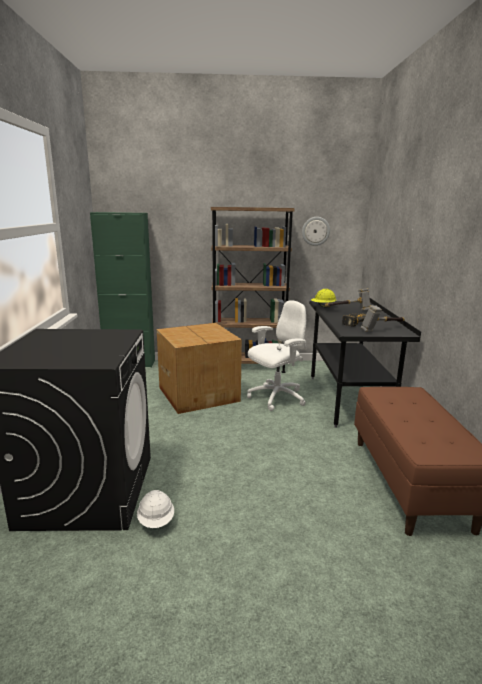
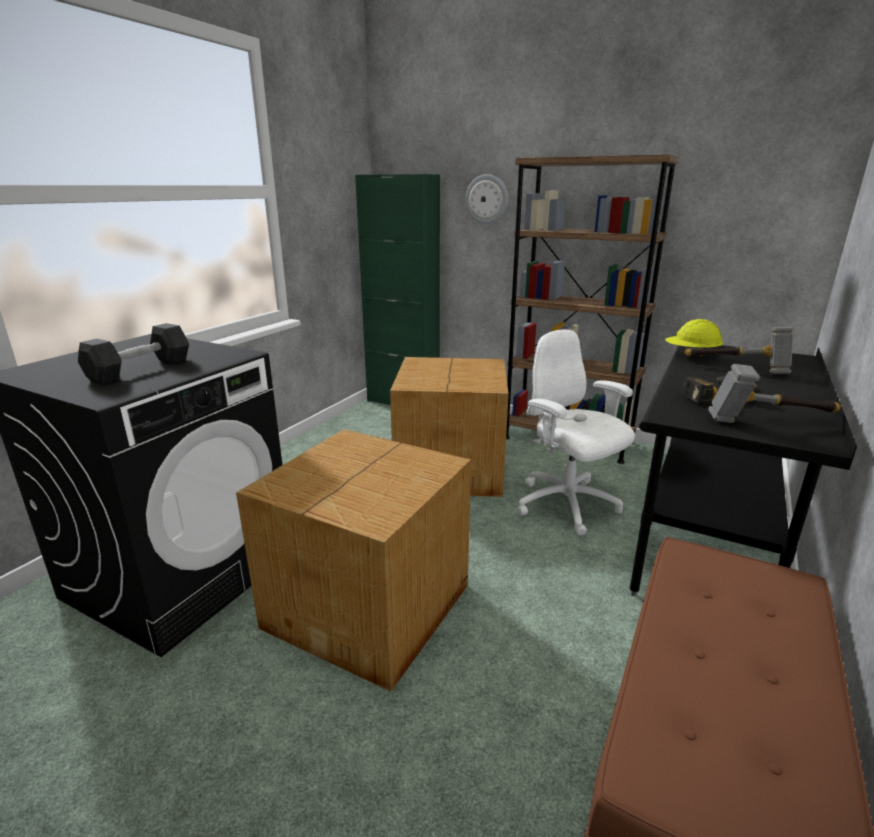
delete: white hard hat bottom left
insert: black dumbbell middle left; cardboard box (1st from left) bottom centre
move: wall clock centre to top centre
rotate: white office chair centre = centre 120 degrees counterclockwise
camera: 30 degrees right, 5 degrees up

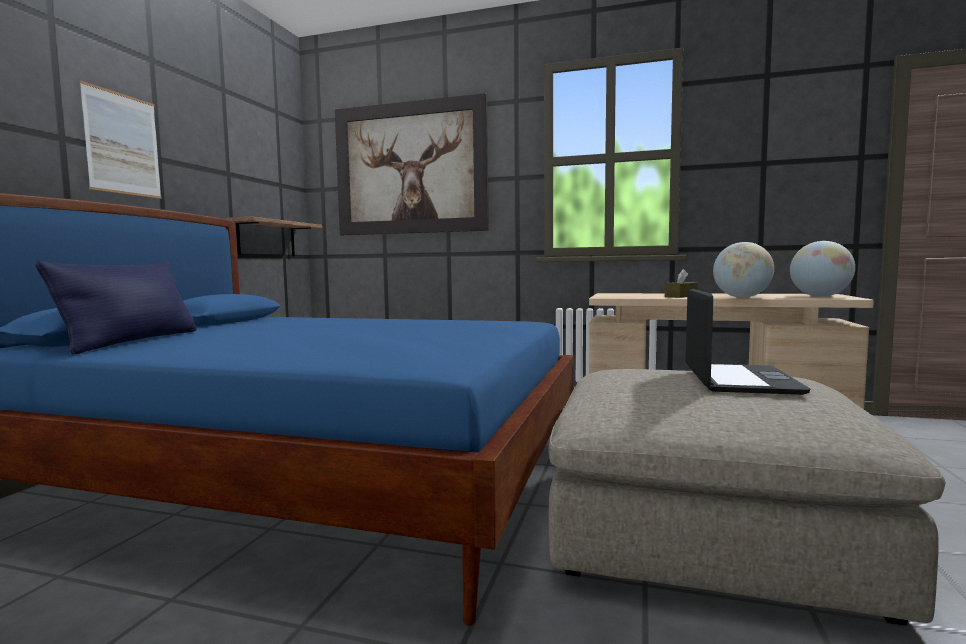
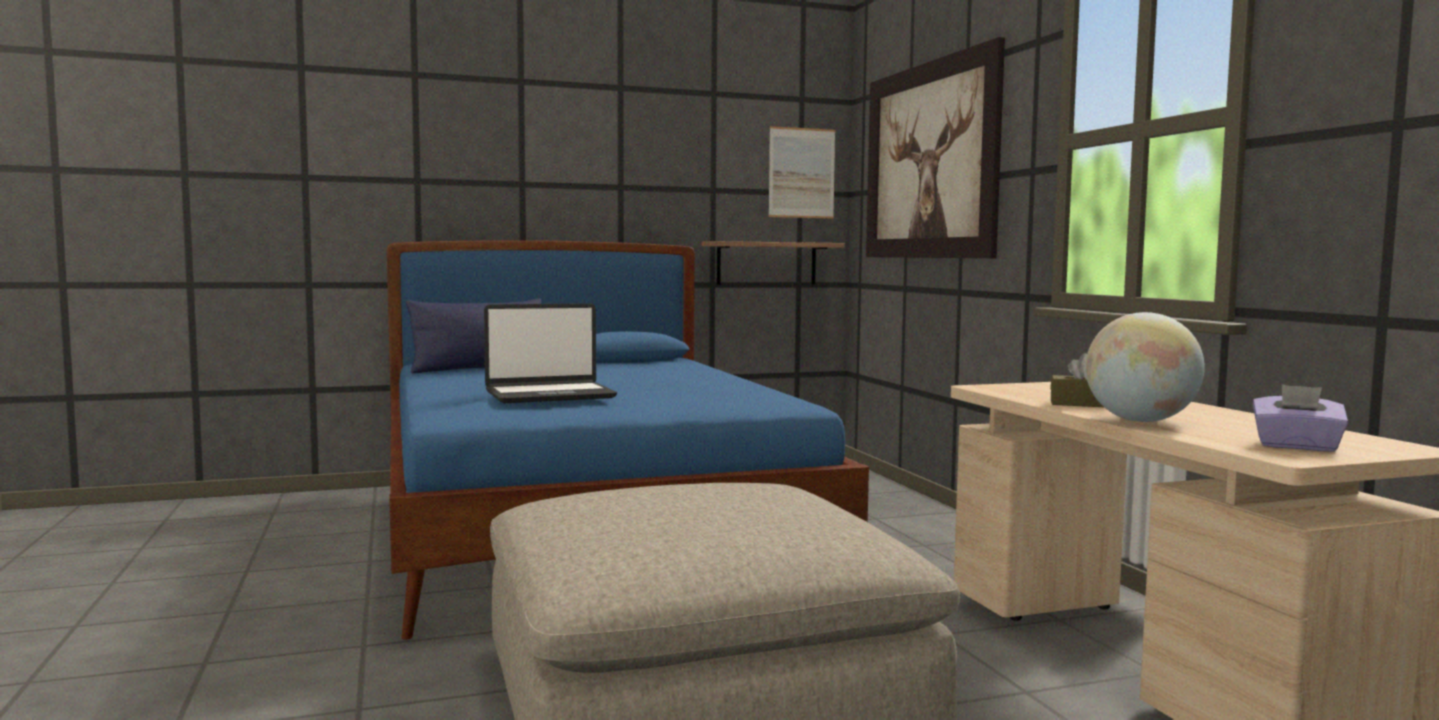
move: laptop middle right to centre; picture (1st from left) top left to top centre
replace: globe (2nd from left) middle right to purple tissue box middle right
camera: 55 degrees right, 0 degrees up

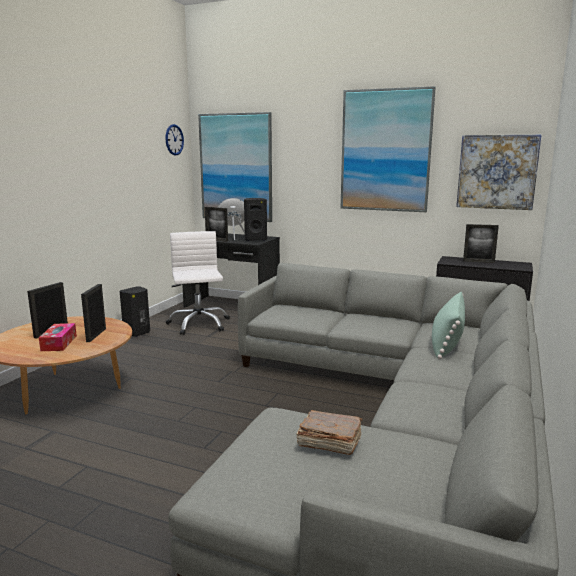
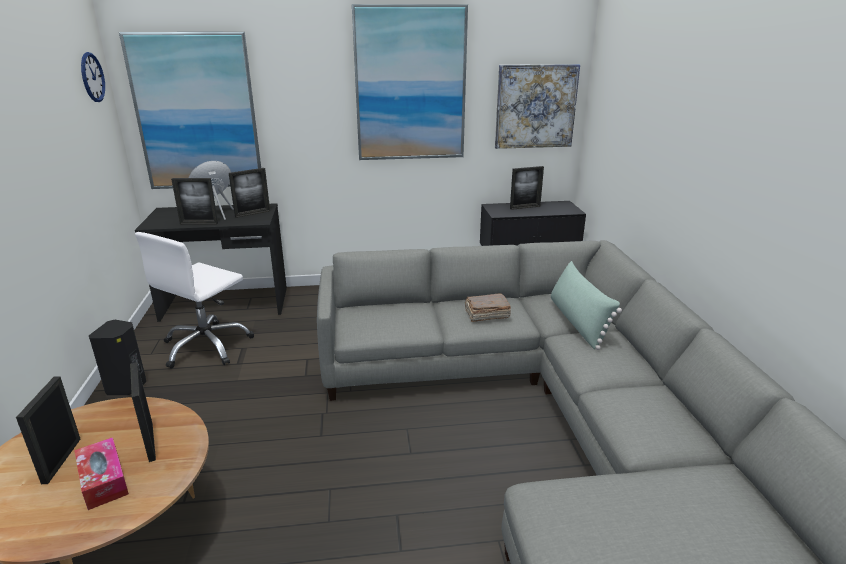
move: brown book bottom centre to centre
replace: black speaker (2nd from left) centre to picture frame (4th from left) middle left
rotate: white office chair centre = middle left 105 degrees counterclockwise
camera: 30 degrees left, 10 degrees up

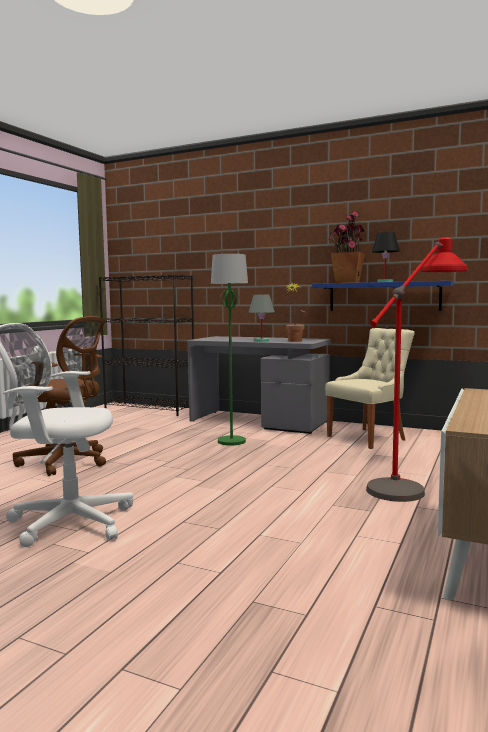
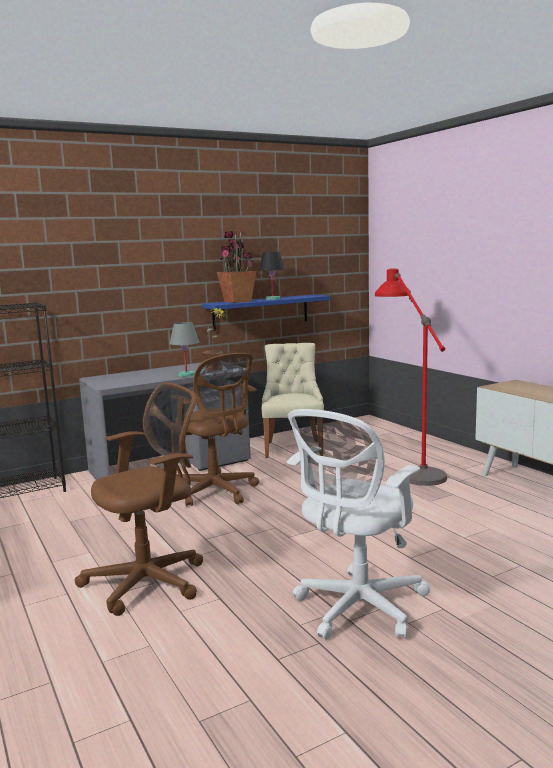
replace: green floor lamp centre to brown office chair (2nd from left) centre
camera: 55 degrees left, 5 degrees up

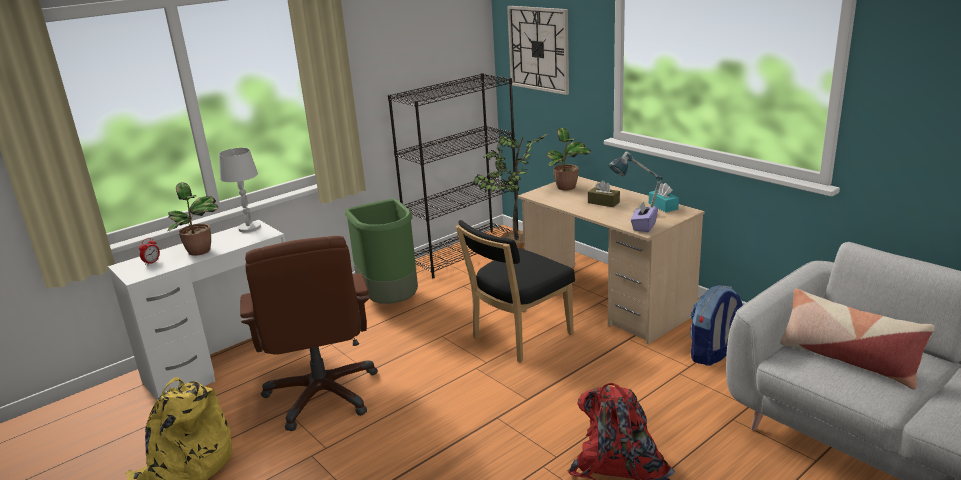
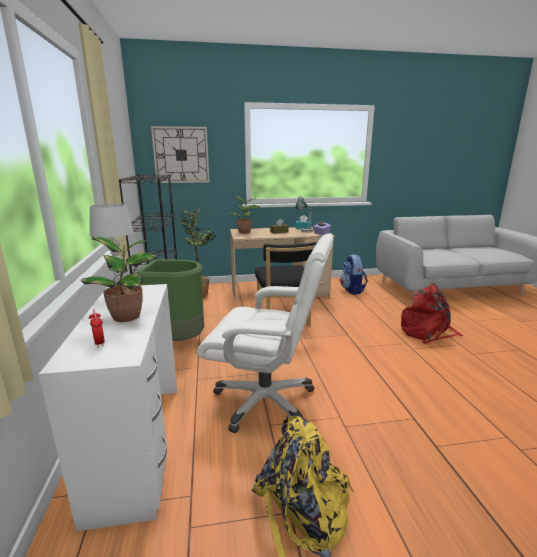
delete: pillow bottom right
recolor: brown office chair bottom left to white office chair centre
camera: 60 degrees left, 5 degrees down

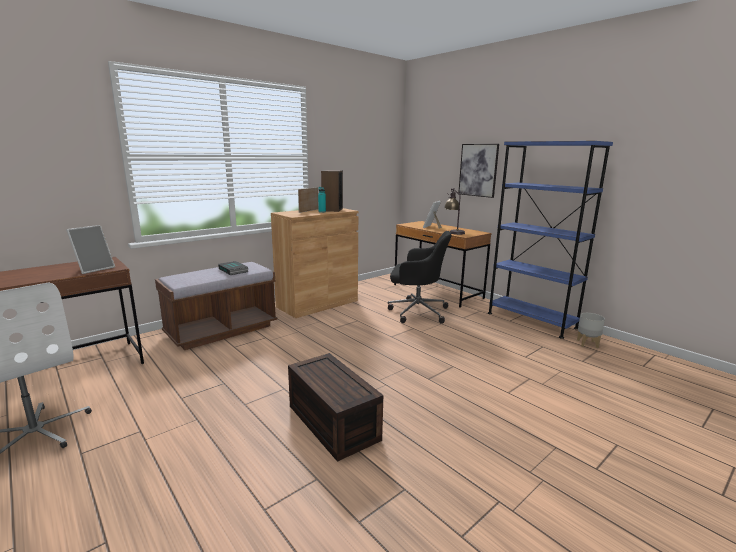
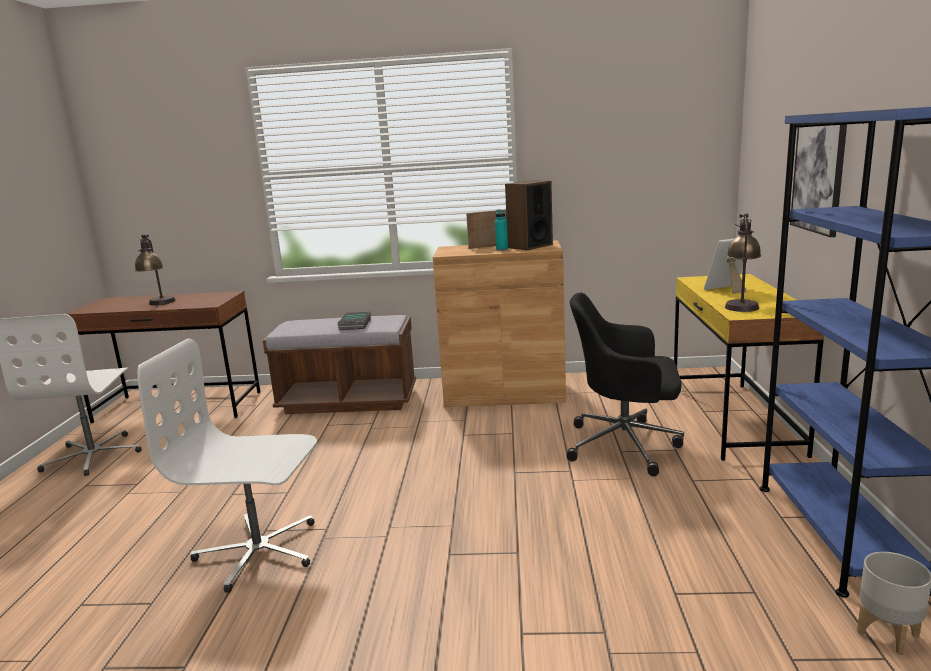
delete: picture frame (1st from left) middle left
insert: table lamp (1st from left) middle left
replace: brown storage box bottom centre to white office chair (2nd from left) bottom left
recolor: brown desk (2nd from left) centre to yellow desk middle right
rotate: black office chair centre = middle right 135 degrees clockwise
camera: 45 degrees right, 0 degrees up

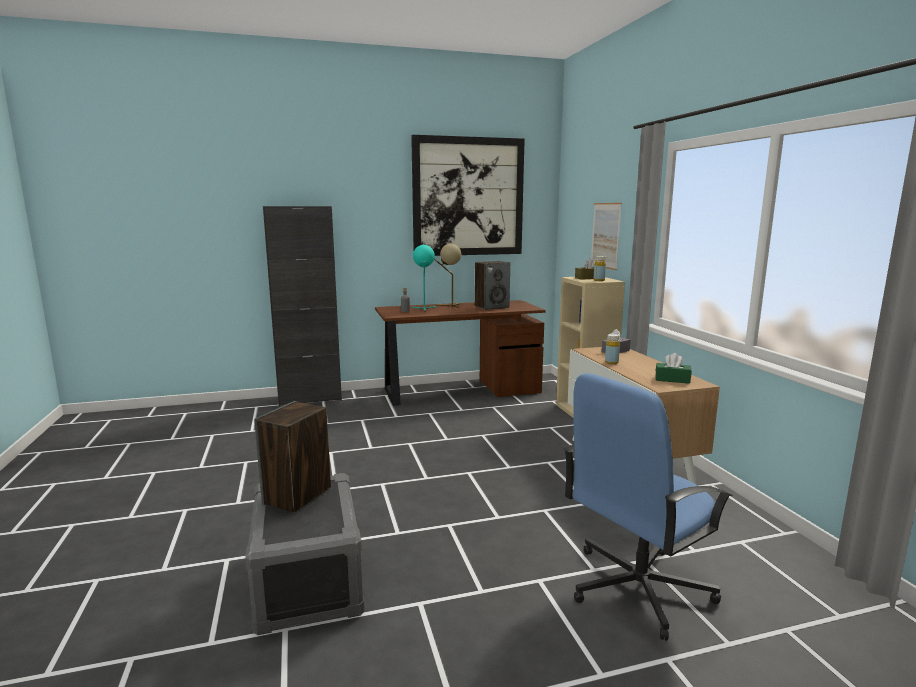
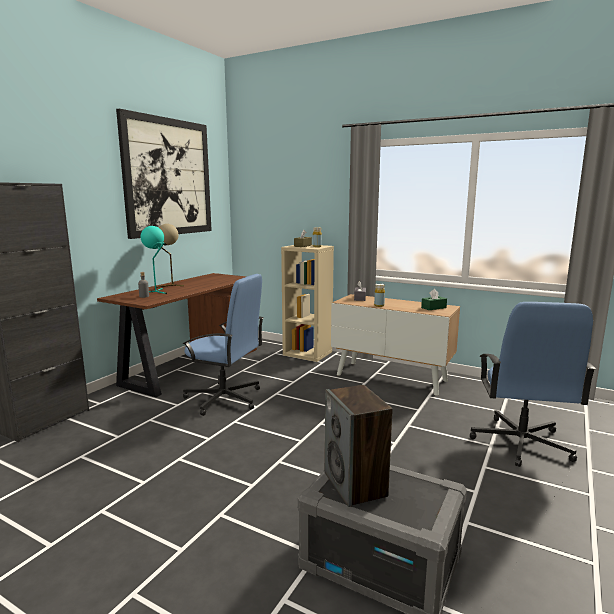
delete: speaker (2nd from left) centre; picture (2nd from left) centre
insert: blue office chair (1st from left) centre
camera: 45 degrees left, 0 degrees up

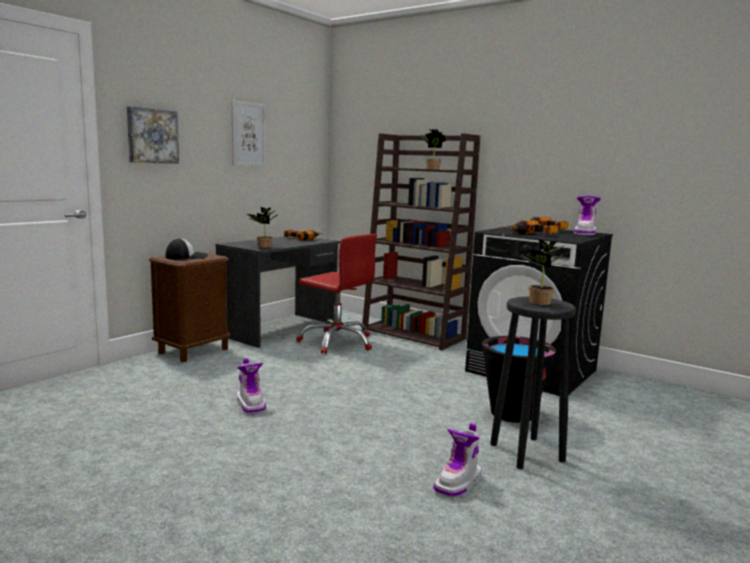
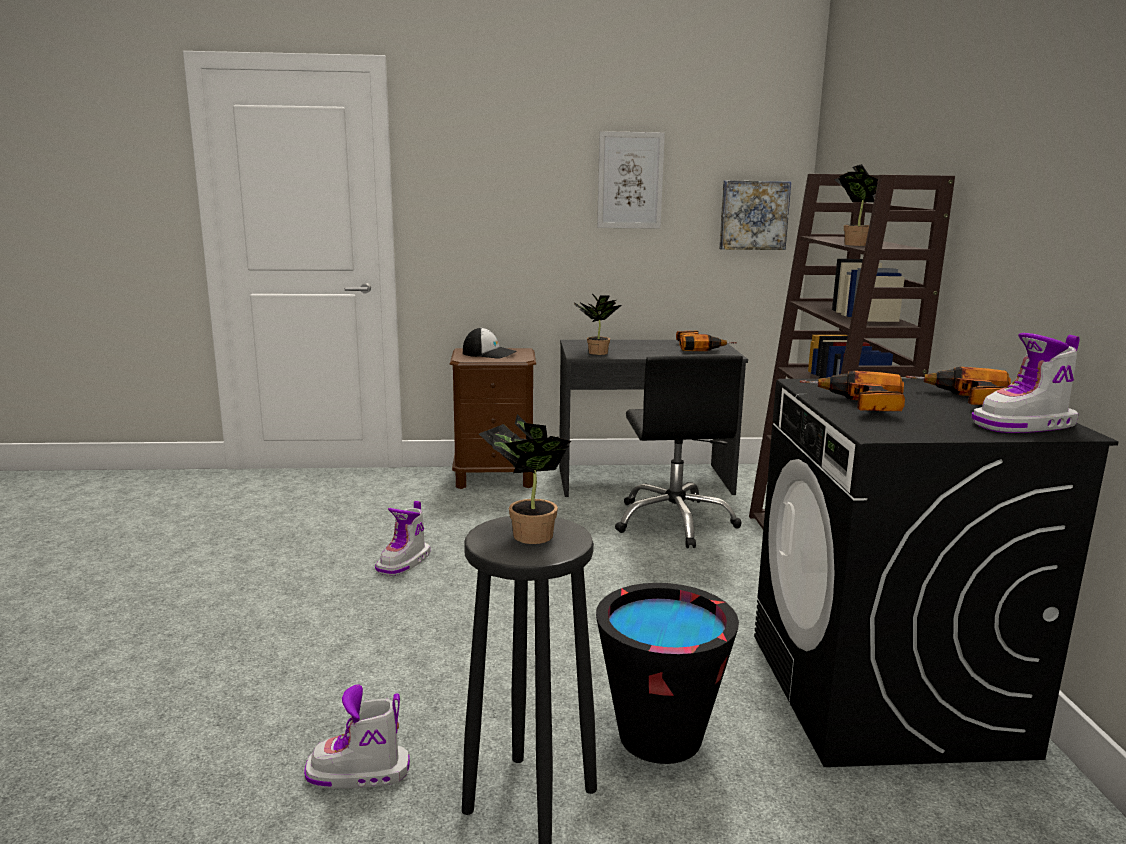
move: picture (1st from left in the first image) top left to picture (2nd from left) top right
recolor: red office chair centre to black office chair centre
camera: 50 degrees right, 5 degrees up

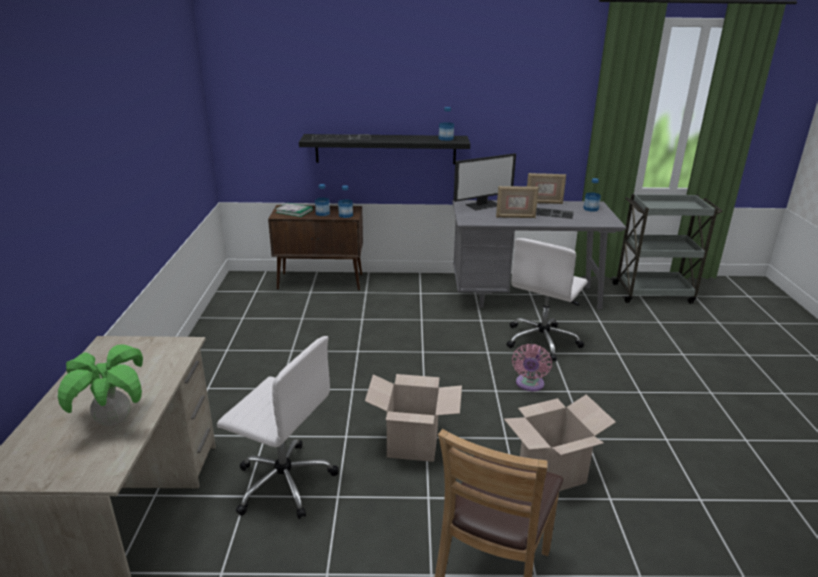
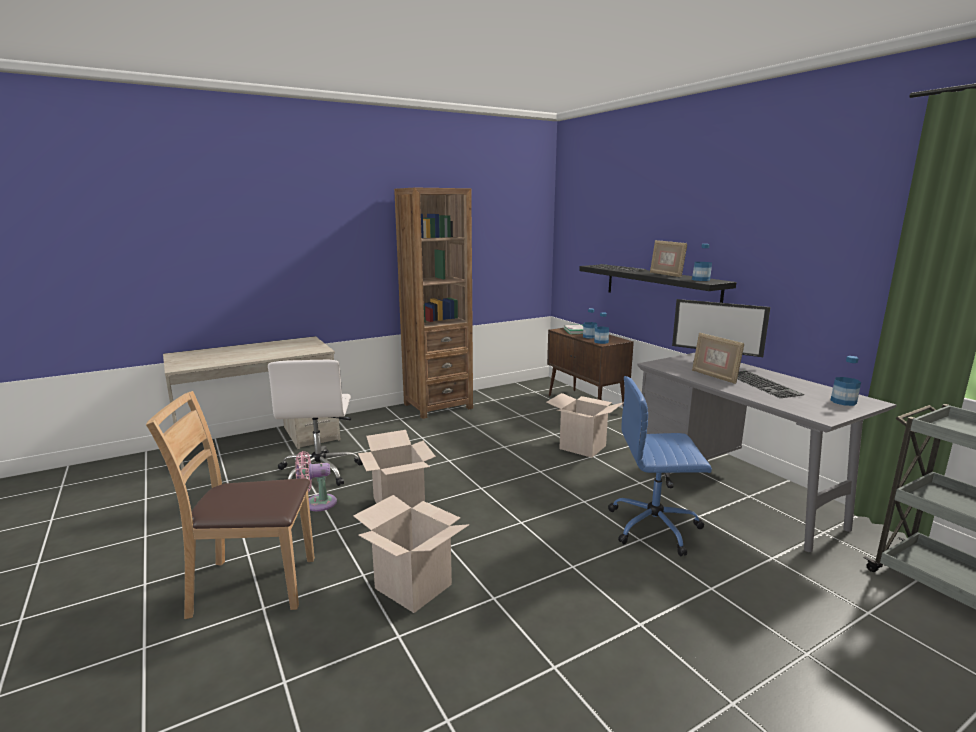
delete: potted plant bottom left
insert: brown bookcase centre; cardboard box (3rd from left) centre
move: pink fan centre to middle left; picture frame (2nd from left in the first image) top right to picture frame (1st from left) middle right
recolor: white office chair (2nd from left) middle right to blue office chair middle right
camera: 60 degrees right, 10 degrees down

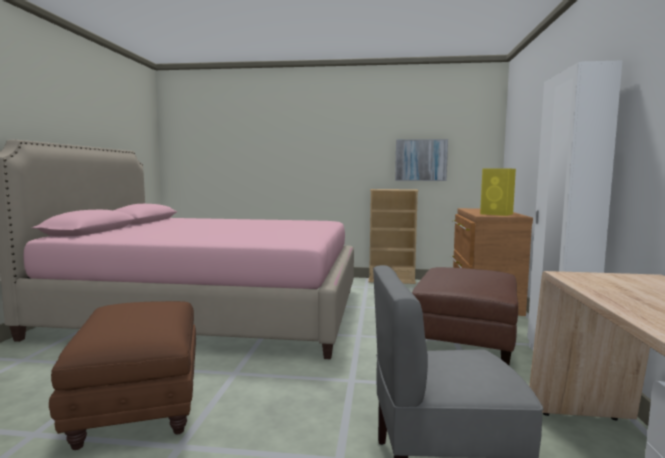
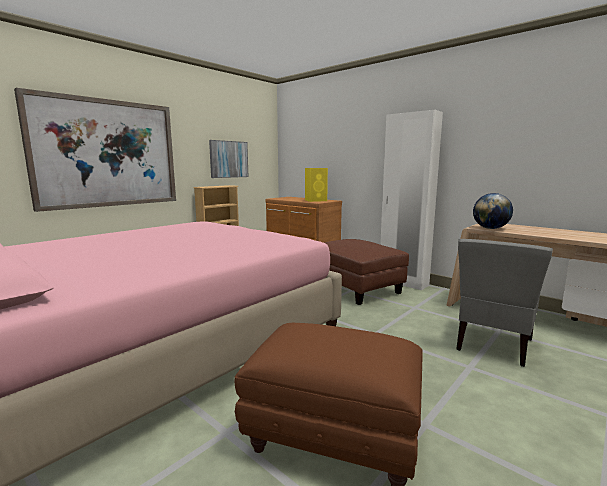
insert: picture (1st from left) top left; globe middle right
camera: 55 degrees left, 5 degrees up

